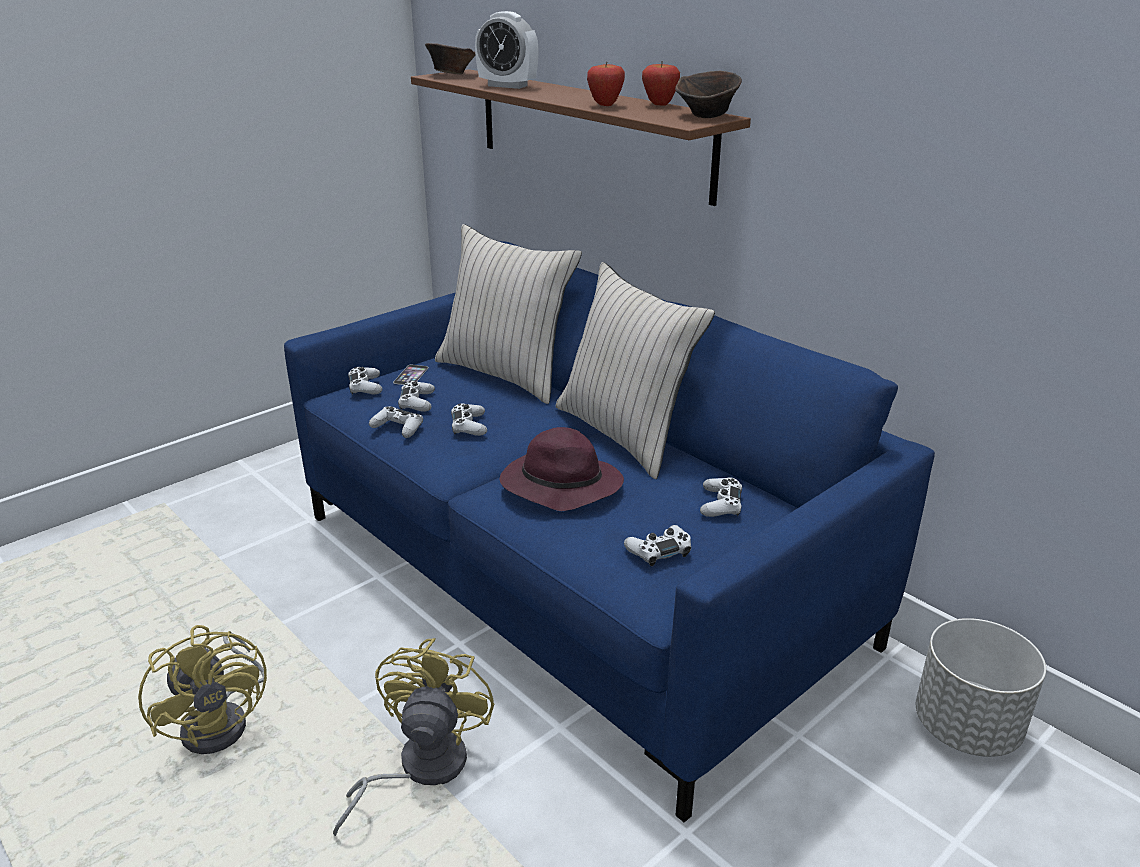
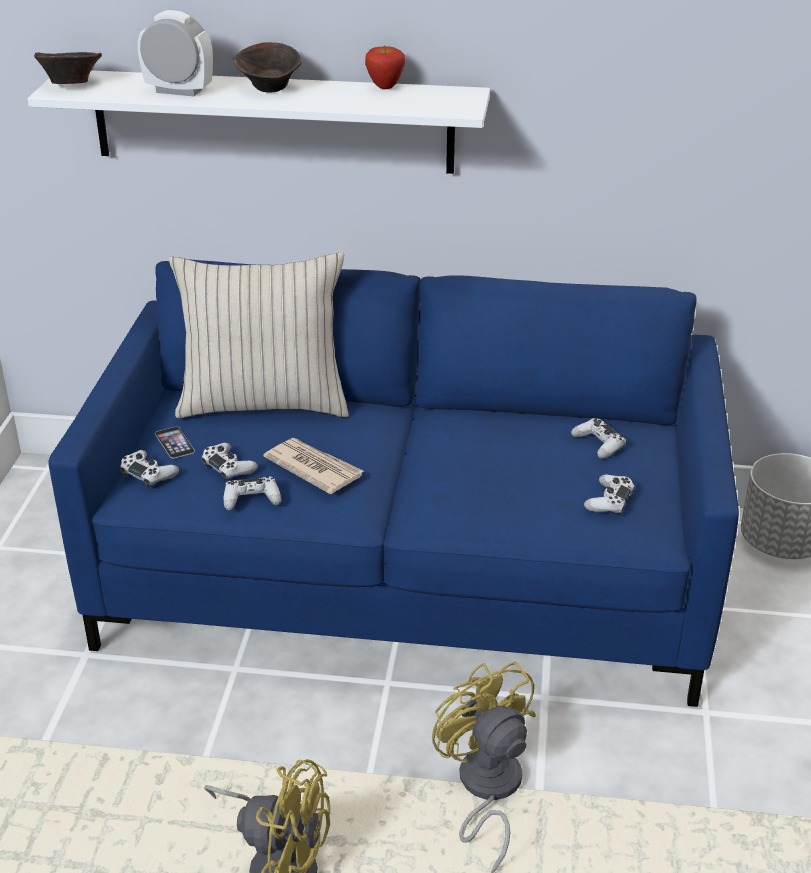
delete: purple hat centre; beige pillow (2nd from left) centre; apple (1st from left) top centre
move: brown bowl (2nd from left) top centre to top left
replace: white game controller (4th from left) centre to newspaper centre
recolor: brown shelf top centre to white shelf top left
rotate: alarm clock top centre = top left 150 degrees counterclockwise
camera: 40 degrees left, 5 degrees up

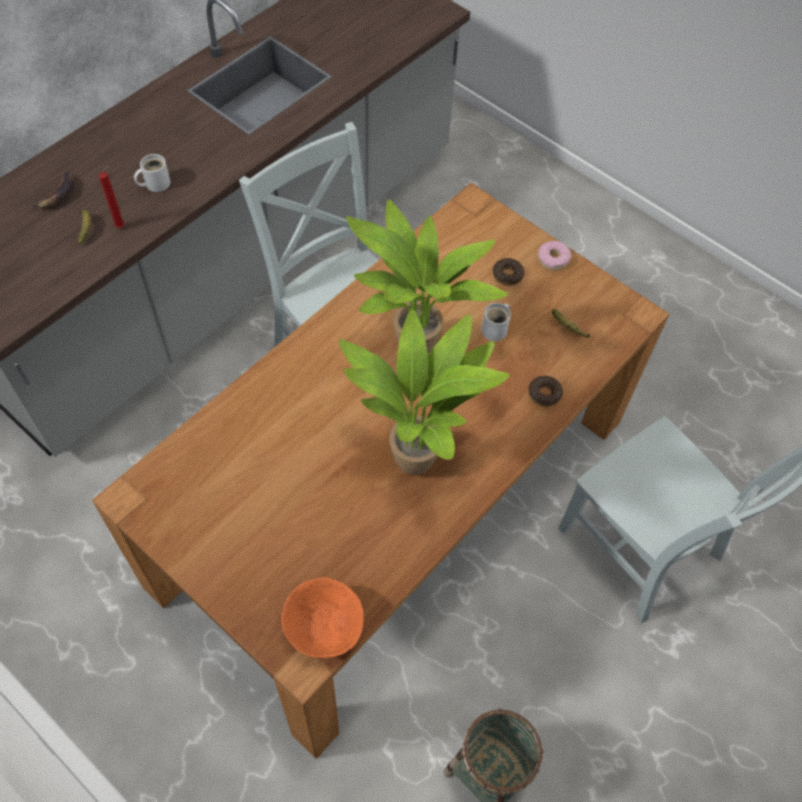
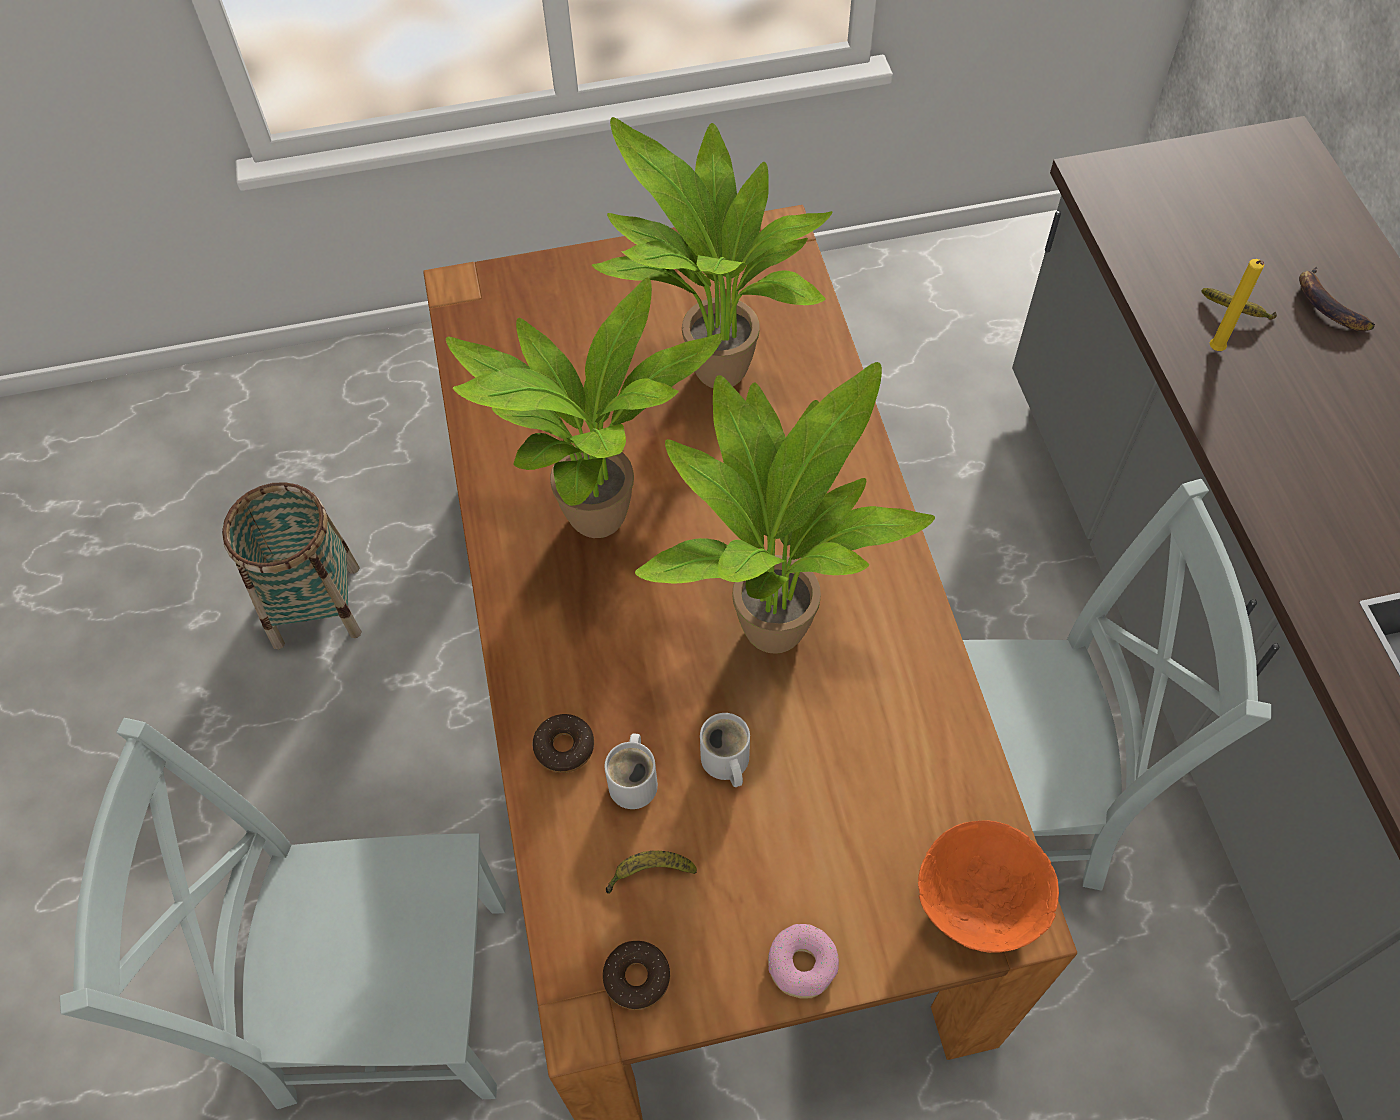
insert: potted plant (2nd from left) top centre
move: donut (1st from left in the first image) centre to donut (2nd from left) bottom centre; white mug (1st from left) top left to bottom centre; orange bowl bottom centre to bottom right
recolor: red candle top left to yellow candle top right
camera: 130 degrees right, 0 degrees up

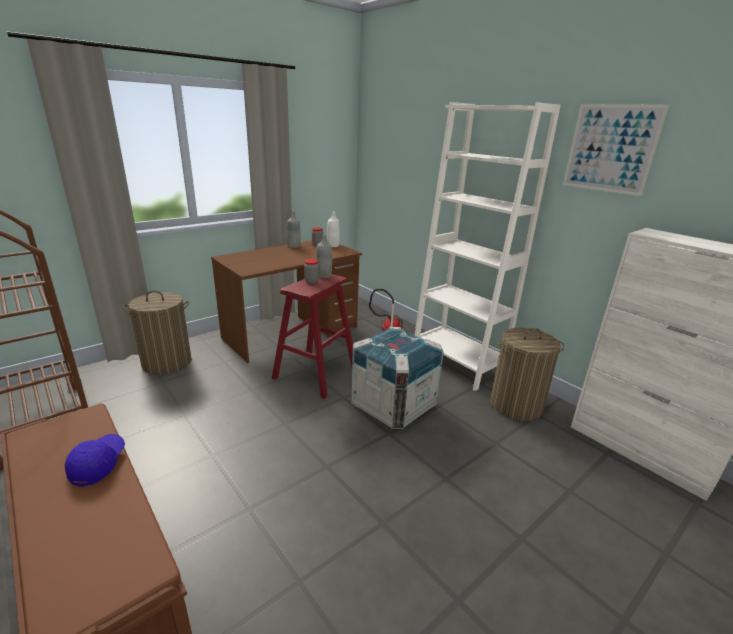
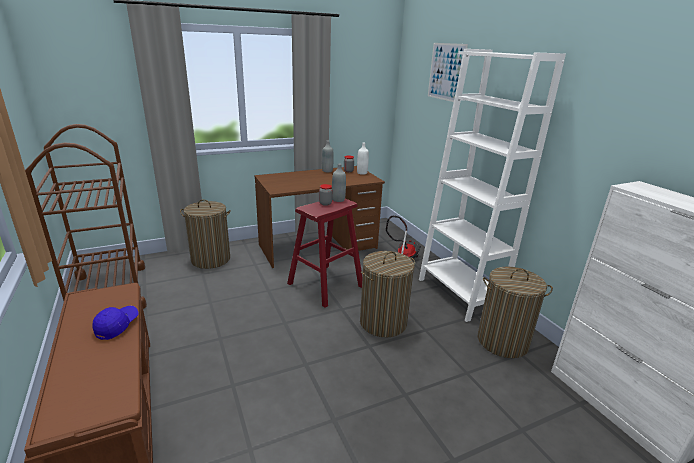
move: picture top right to top centre
replace: crate centre to laundry basket (2nd from left) centre
camera: 15 degrees right, 0 degrees up

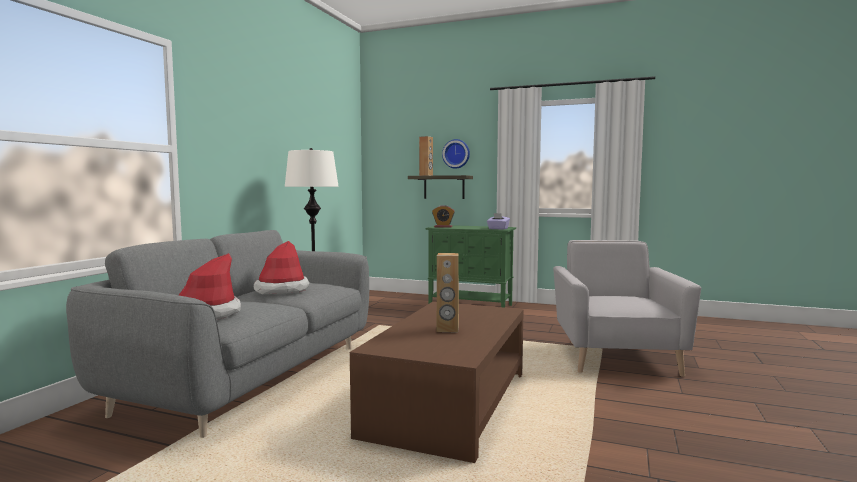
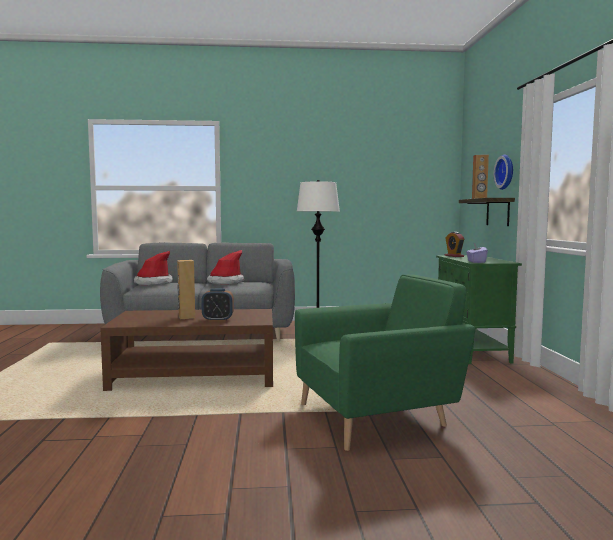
insert: alarm clock (1st from left) centre
recolor: grey armchair middle right to green armchair bottom centre
camera: 65 degrees right, 0 degrees up

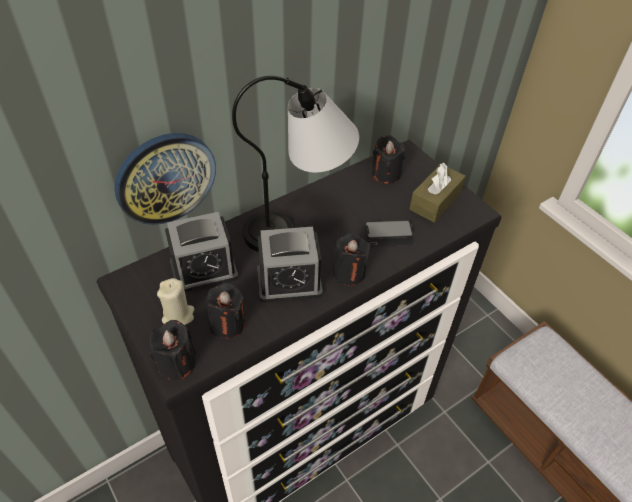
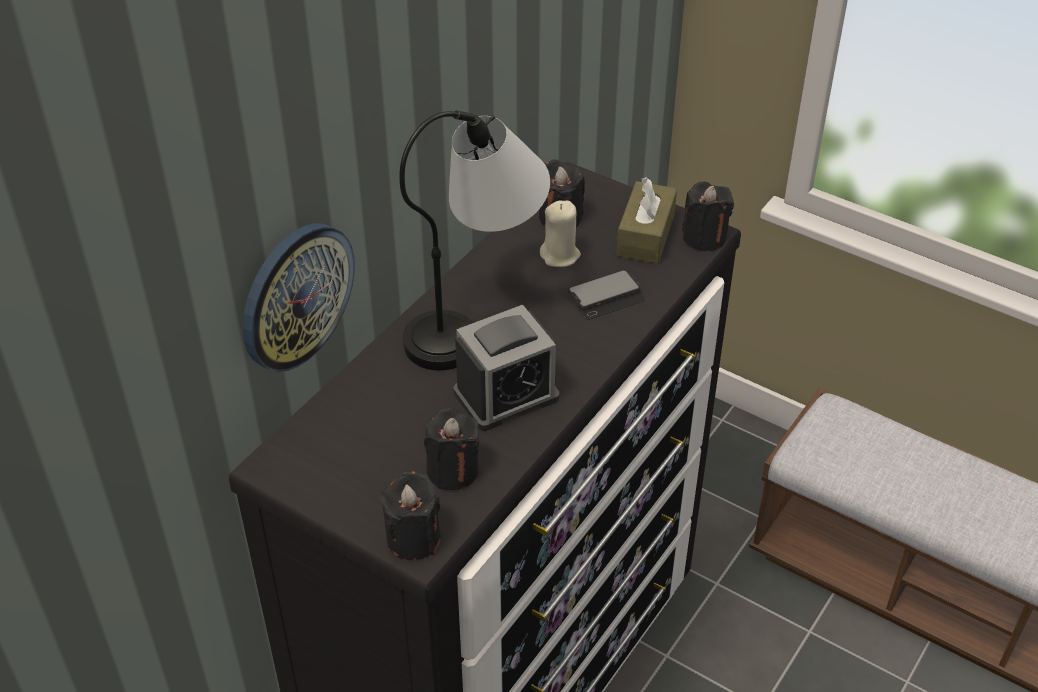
delete: alarm clock (1st from left) middle left
move: beige candle middle left to centre; black candle (3rd from left in the first image) centre to black candle (4th from left) top right
camera: 20 degrees left, 5 degrees down

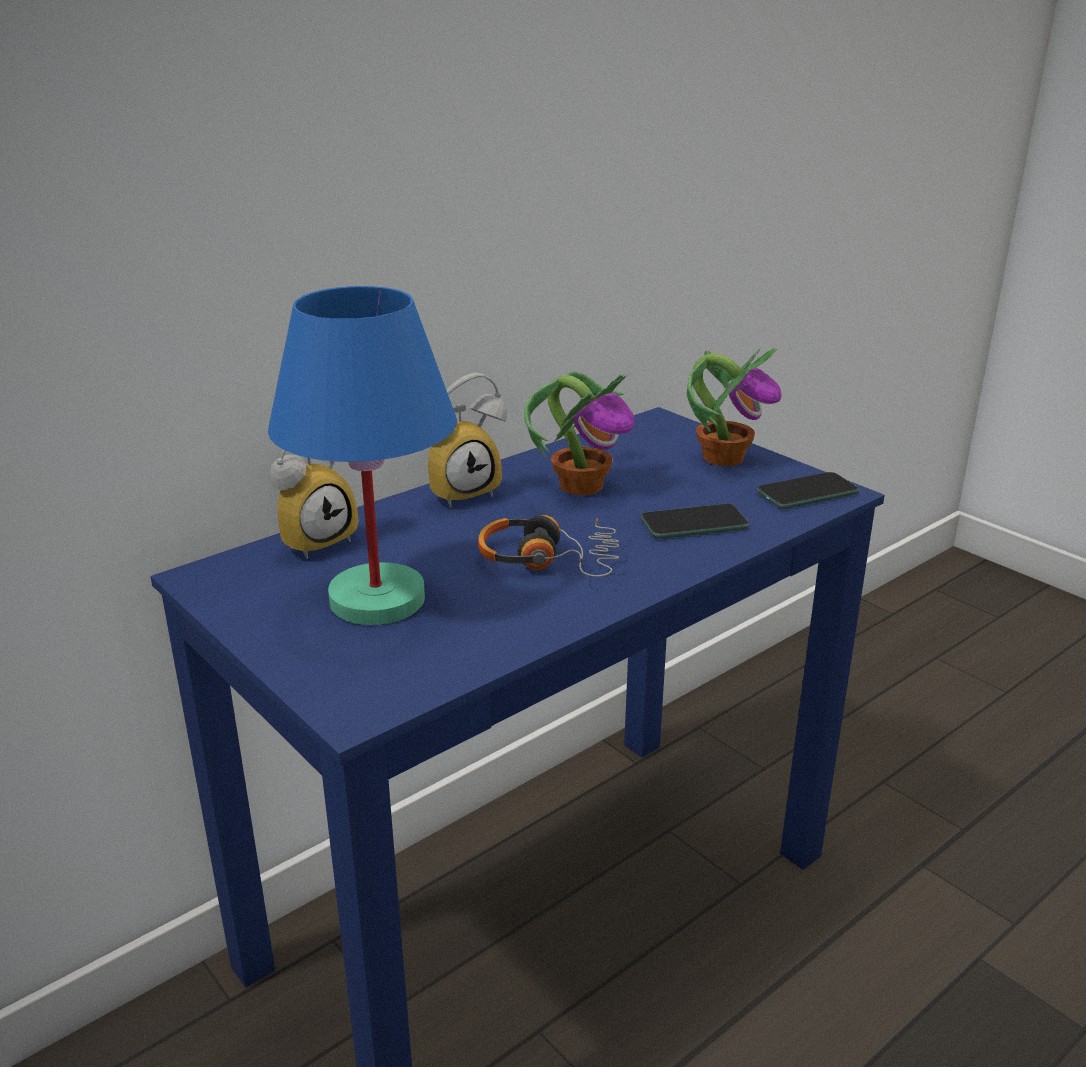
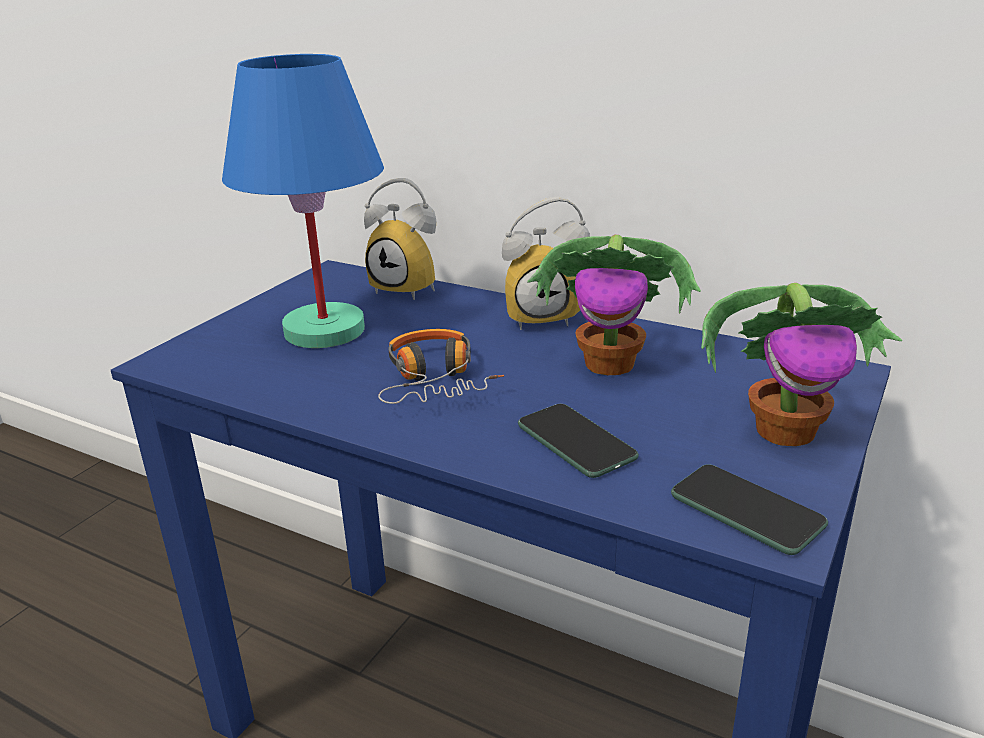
rotate: alarm clock (2nd from left) centre = centre 45 degrees counterclockwise
camera: 70 degrees right, 0 degrees up

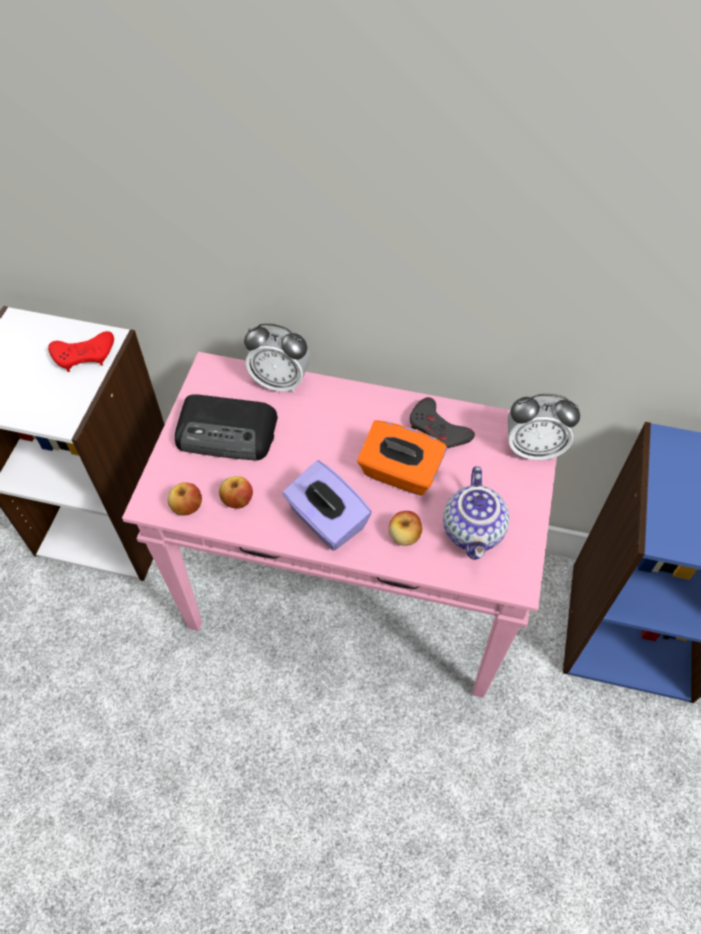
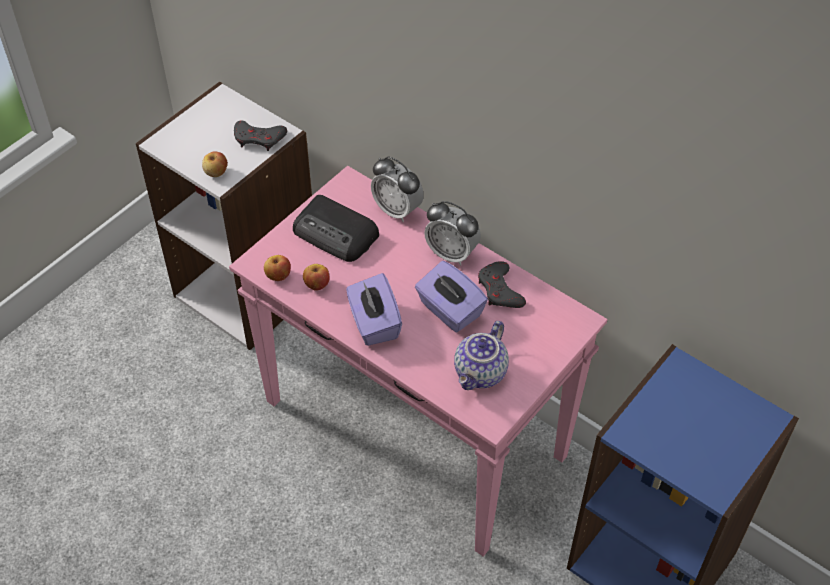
move: apple (3rd from left in the first image) centre to apple (1st from left) top left; alarm clock (2nd from left) middle right to centre
recolor: red game controller middle left to grey game controller (1st from left) top left; orange tissue box centre to purple tissue box (2nd from left) centre
camera: 25 degrees right, 5 degrees down

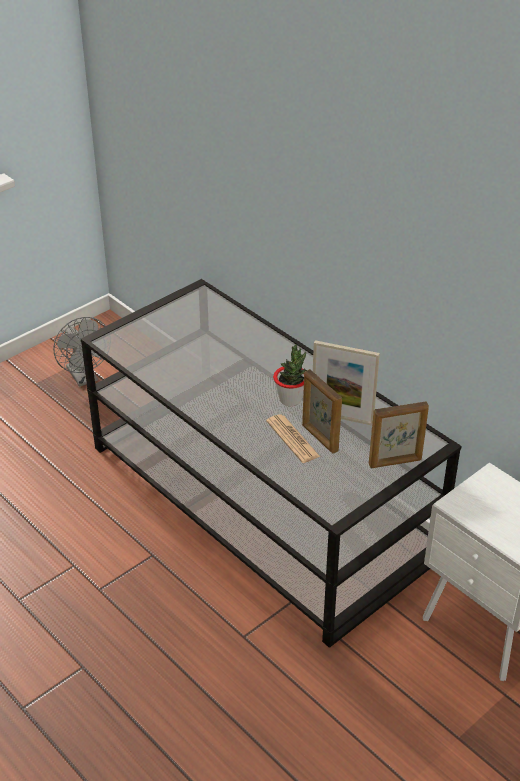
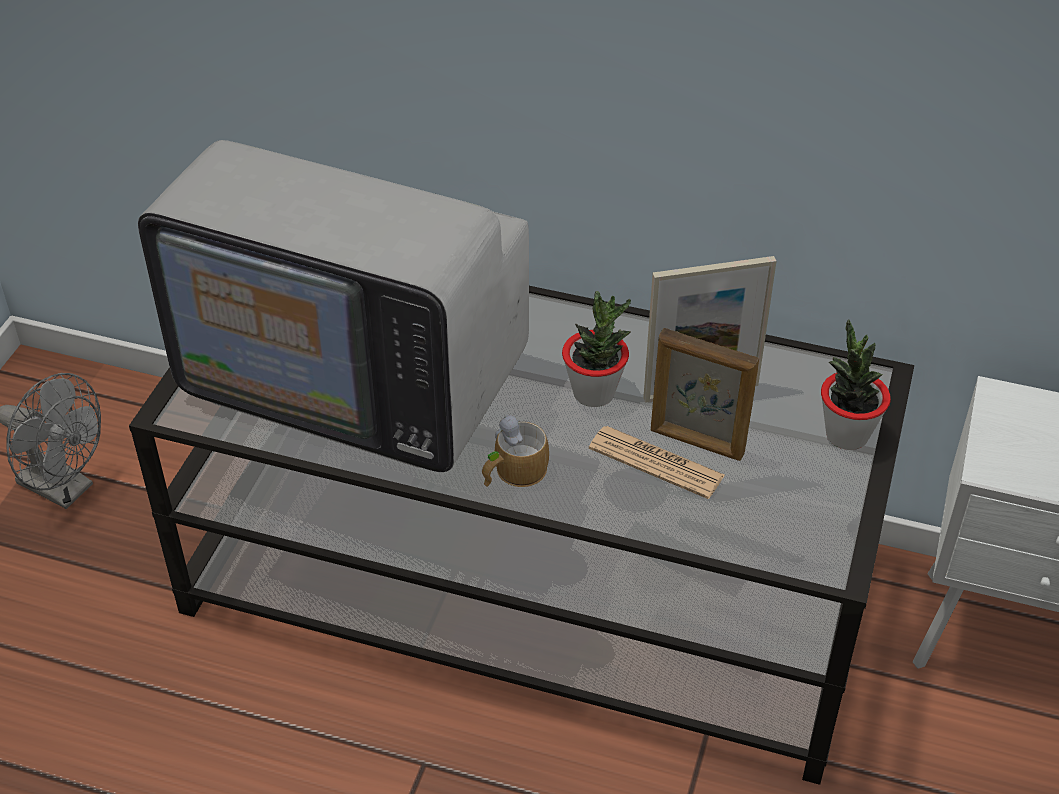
insert: television middle left; mug centre
replace: picture frame (3rd from left) middle right to potted plant (2nd from left) middle right
camera: 30 degrees left, 5 degrees up

